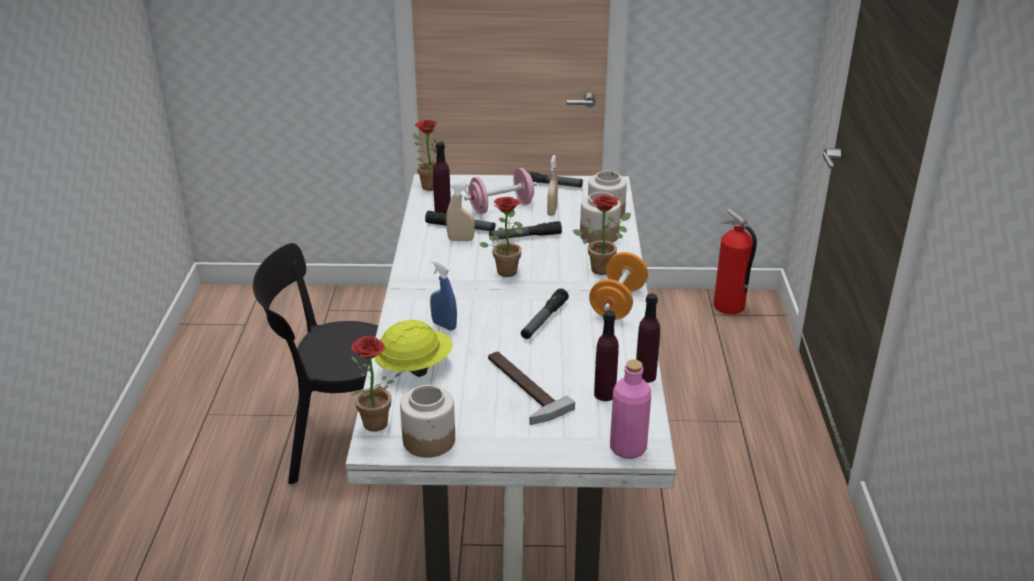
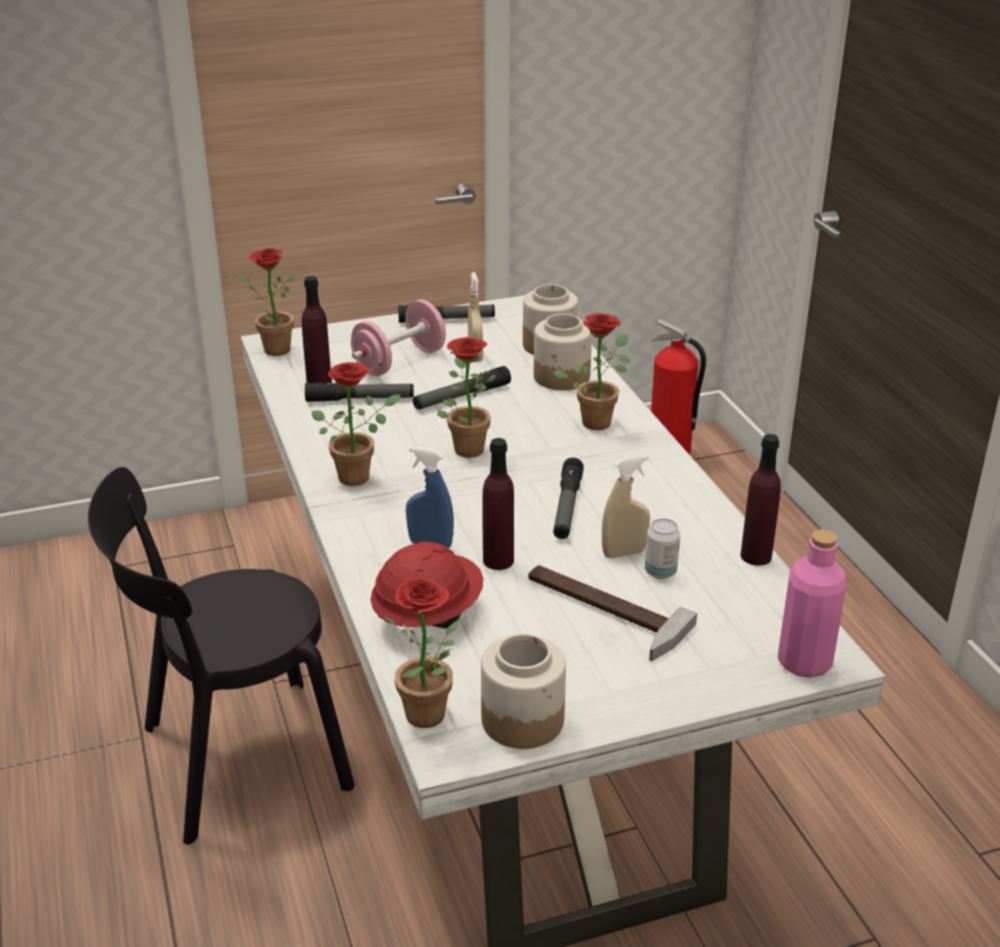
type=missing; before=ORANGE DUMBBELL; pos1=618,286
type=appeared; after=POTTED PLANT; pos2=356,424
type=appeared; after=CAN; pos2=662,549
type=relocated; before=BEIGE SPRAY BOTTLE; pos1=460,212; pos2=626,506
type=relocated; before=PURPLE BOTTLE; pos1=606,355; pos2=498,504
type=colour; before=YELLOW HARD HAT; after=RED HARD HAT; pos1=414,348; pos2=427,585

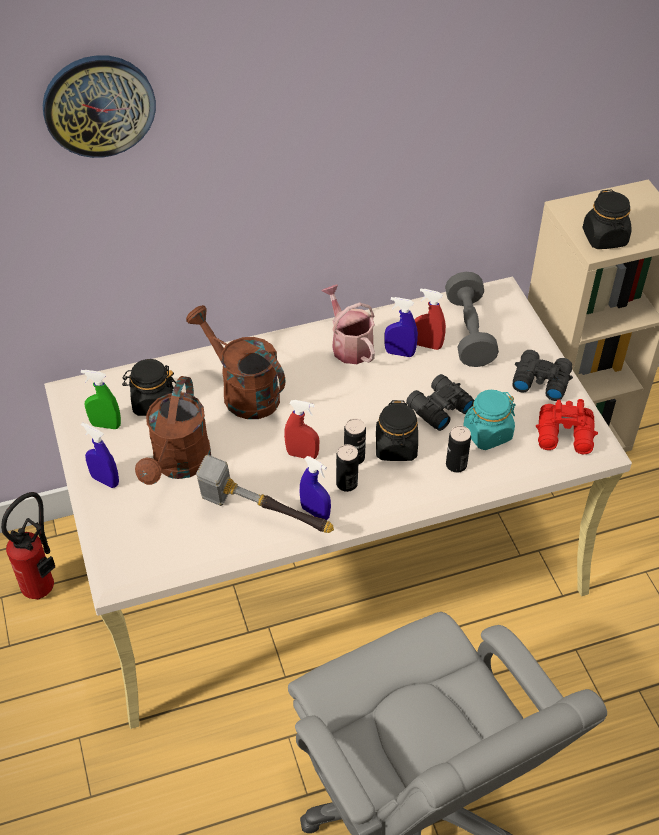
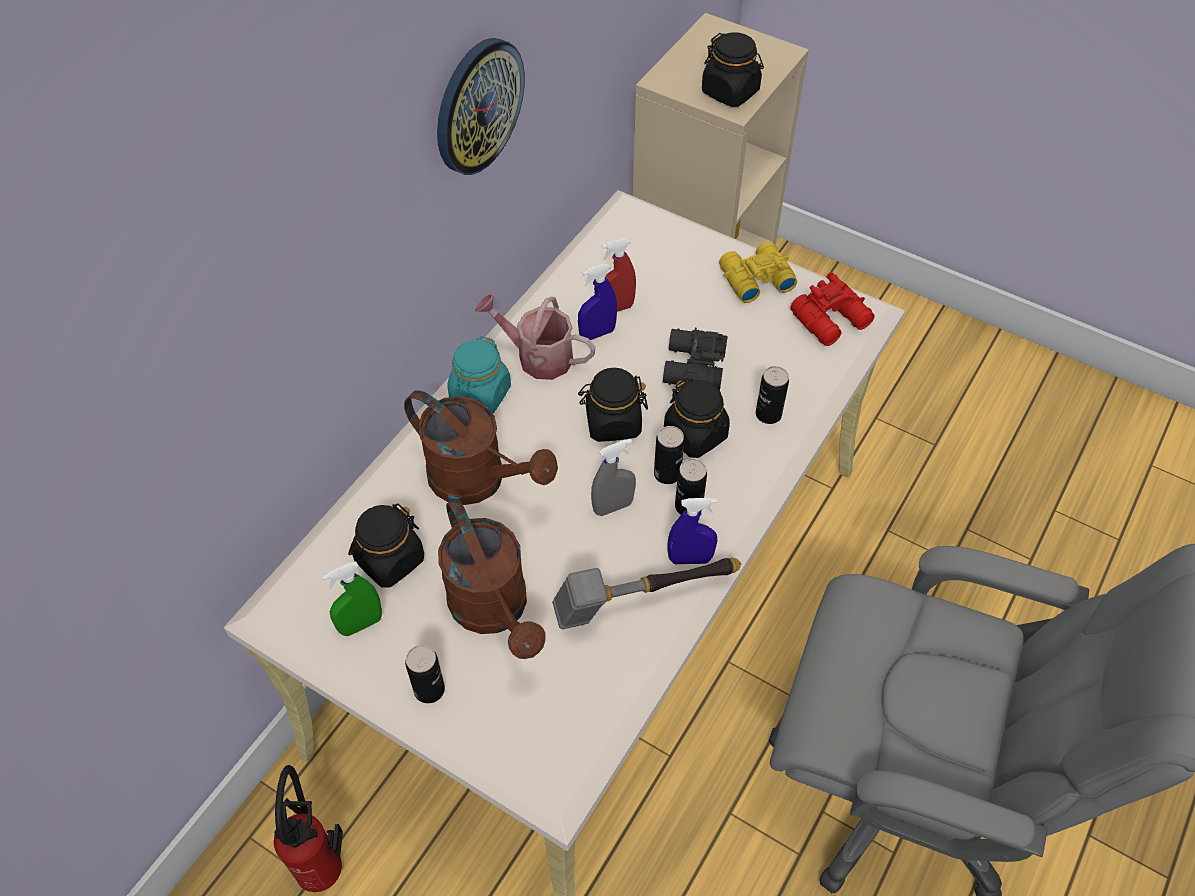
type=missing; before=GREY DUMBBELL; pos1=472,319
type=appeared; after=BLACK JAR; pos2=613,405
type=relocated; before=WALL CLOCK; pos1=99,106; pos2=481,106
type=relocated; before=TURQUOISE JAR; pos1=489,420; pos2=479,375
type=exchanged; before=BLUE SPRAY BOTTLE; after=CAN; pos1=100,455; pos2=425,674
type=colour; before=RED SPRAY BOTTLE; after=GREY SPRAY BOTTLE; pos1=301,429; pos2=613,477
type=colour; before=BLACK BINOCULARS; after=YELLOW BINOCULARS; pos1=542,375; pos2=758,272
type=spun; before=BROWN WATERING CAN; pos1=235,362; pos2=481,447; turn=-150

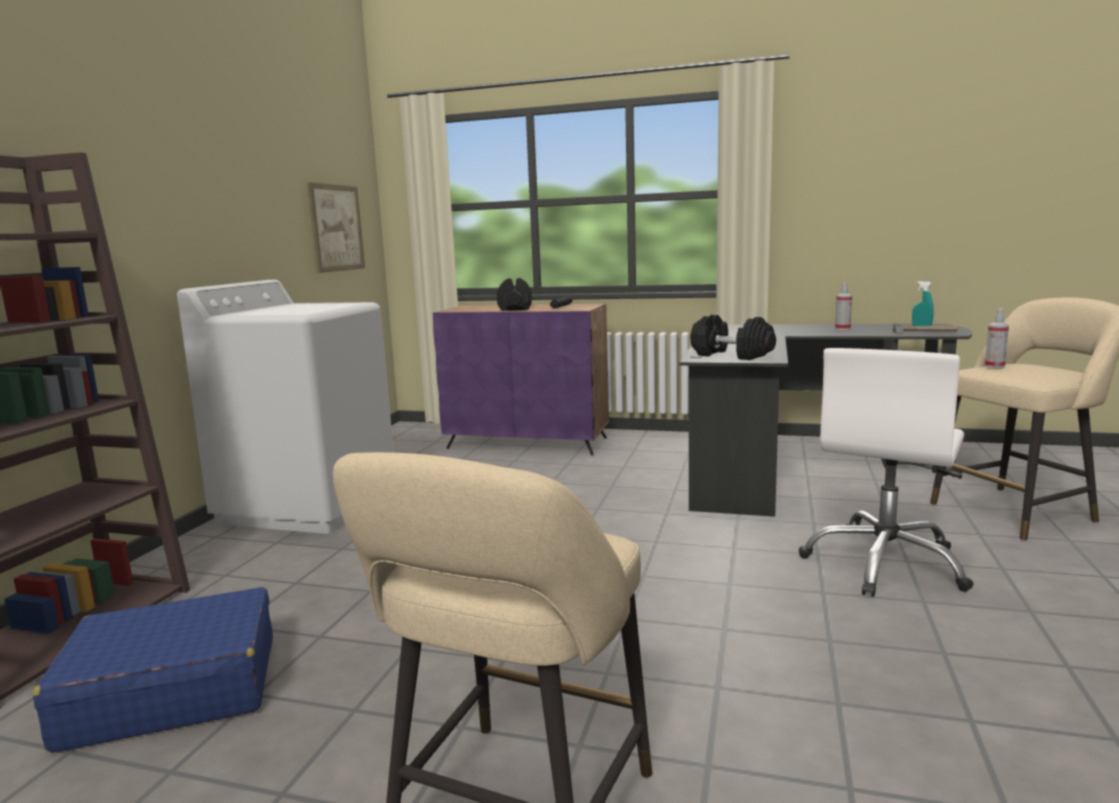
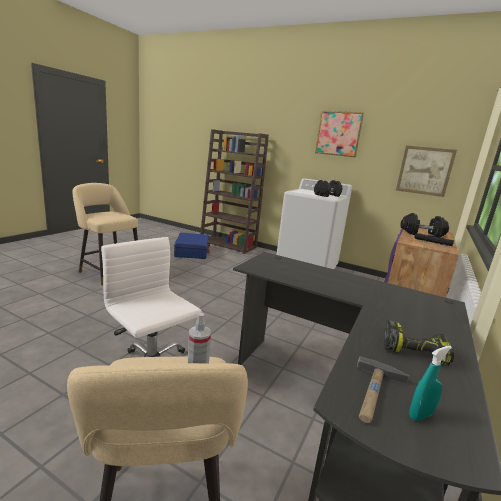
type=appeared; after=PICTURE; pos2=339,133
type=relocated; before=BLACK DUMBBELL; pos1=733,337; pos2=328,188
type=exchanged; before=SPRAY BOTTLE; after=POWER DRILL; pos1=843,306; pos2=419,343

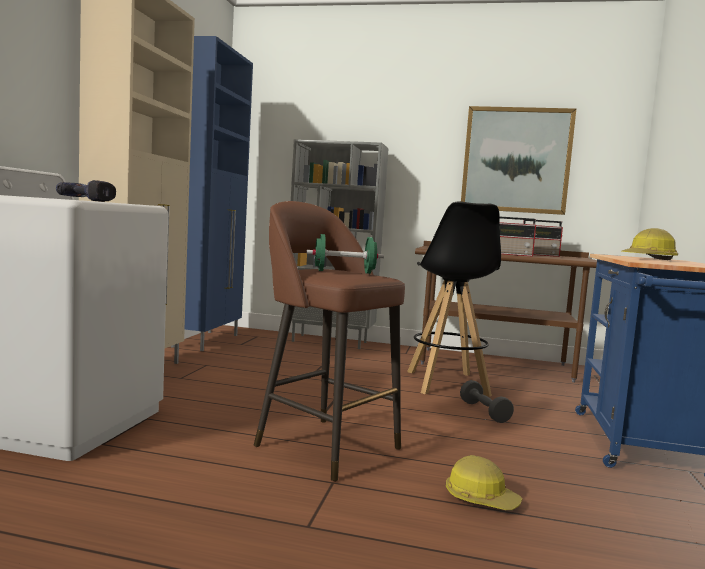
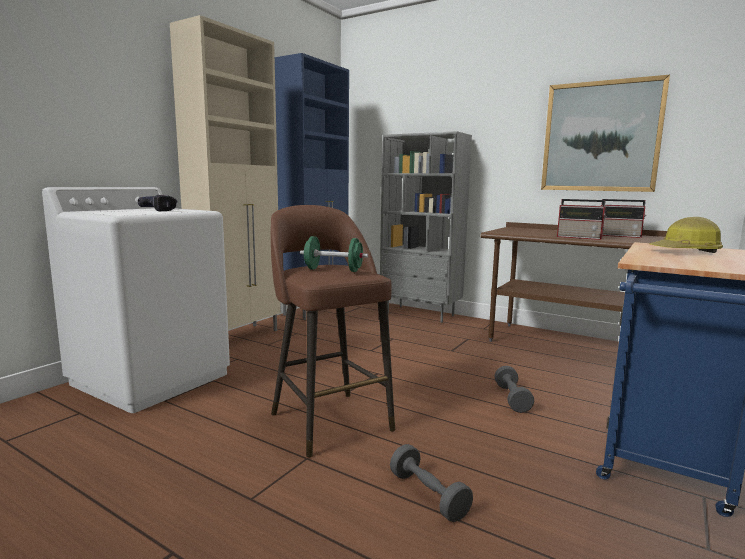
type=missing; before=BLACK STOOL; pos1=454,299
type=exchanged; before=HARD HAT; after=GREY DUMBBELL; pos1=484,482; pos2=431,483

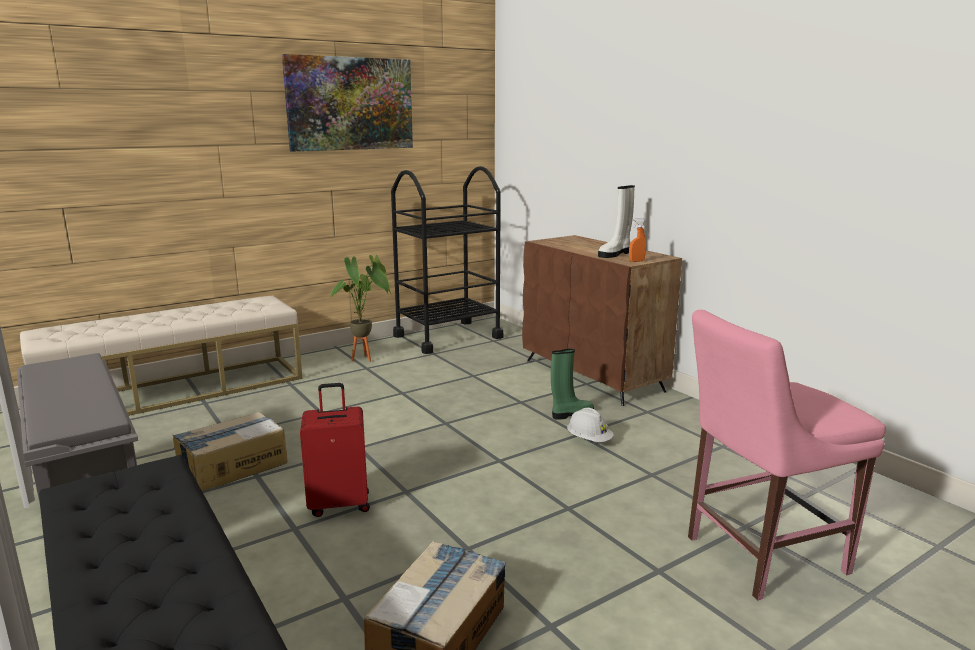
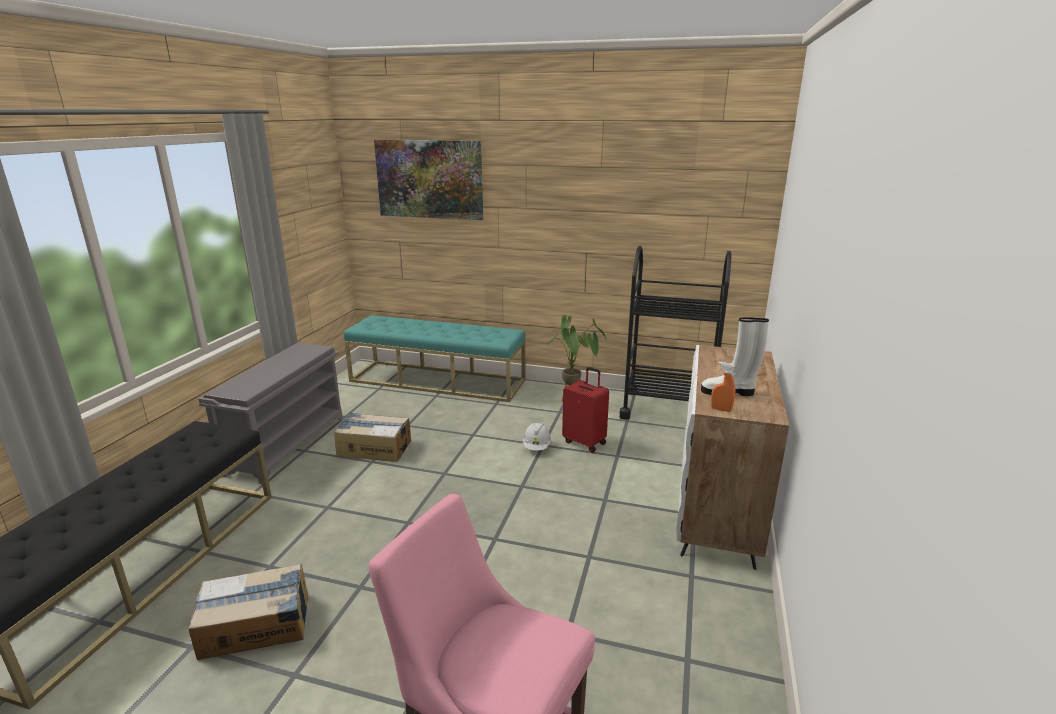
type=missing; before=GREEN BOOT; pos1=572,384
type=relocated; before=PICTURE; pos1=347,103; pos2=428,179
type=relocated; before=RED SUITCASE; pos1=335,450; pos2=585,410
type=relocated; before=WHITE HARD HAT; pos1=590,425; pos2=537,437
type=colour; before=BEIGE BENCH; after=TURQUOISE BENCH; pos1=161,356; pos2=434,358
type=colour; before=BROWN CABINET; after=WHITE CABINET; pos1=602,320; pos2=732,457

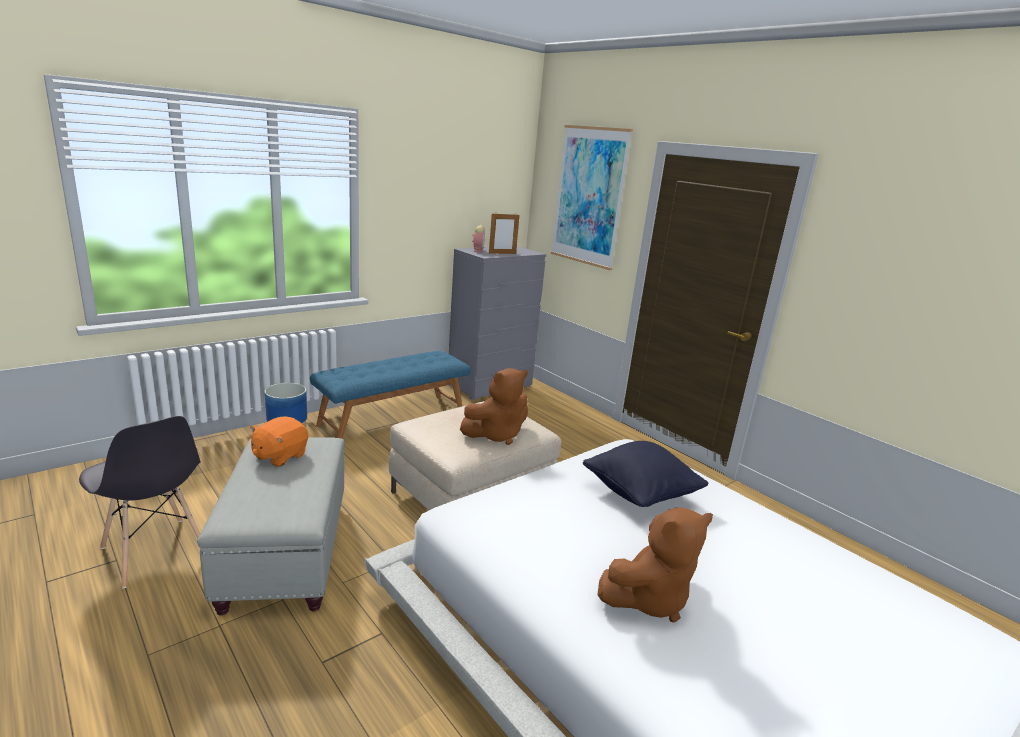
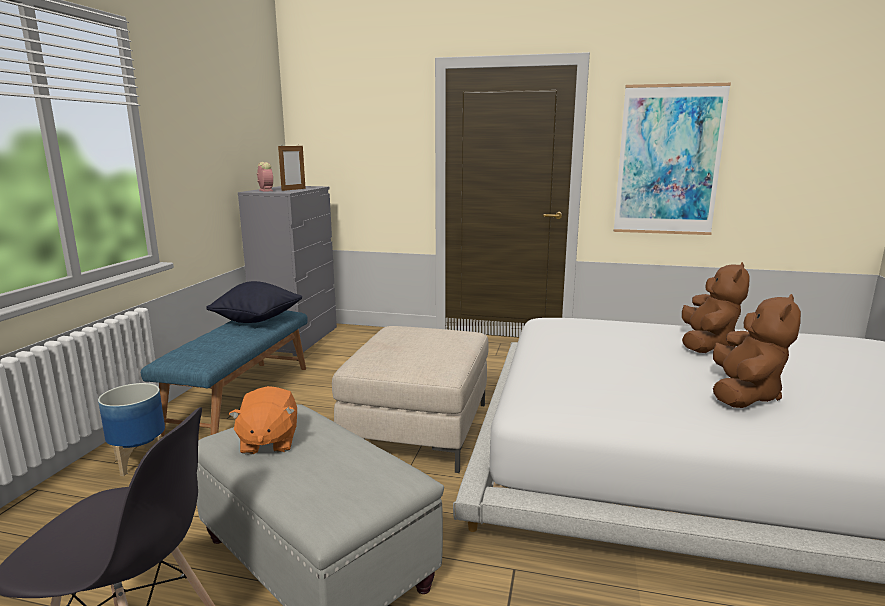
type=relocated; before=BROWN PLUSH TOY; pos1=494,406; pos2=716,307
type=relocated; before=PICTURE; pos1=592,197; pos2=672,159
type=relocated; before=BLACK PILLOW; pos1=646,474; pos2=254,302

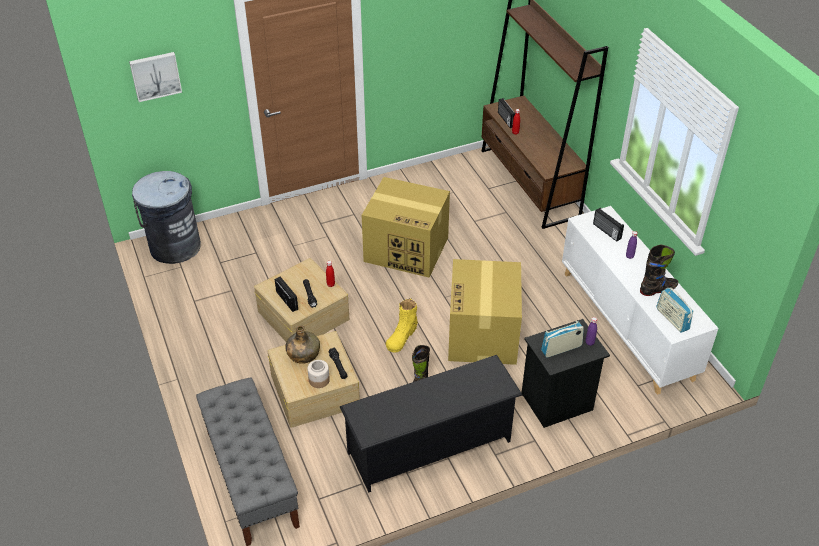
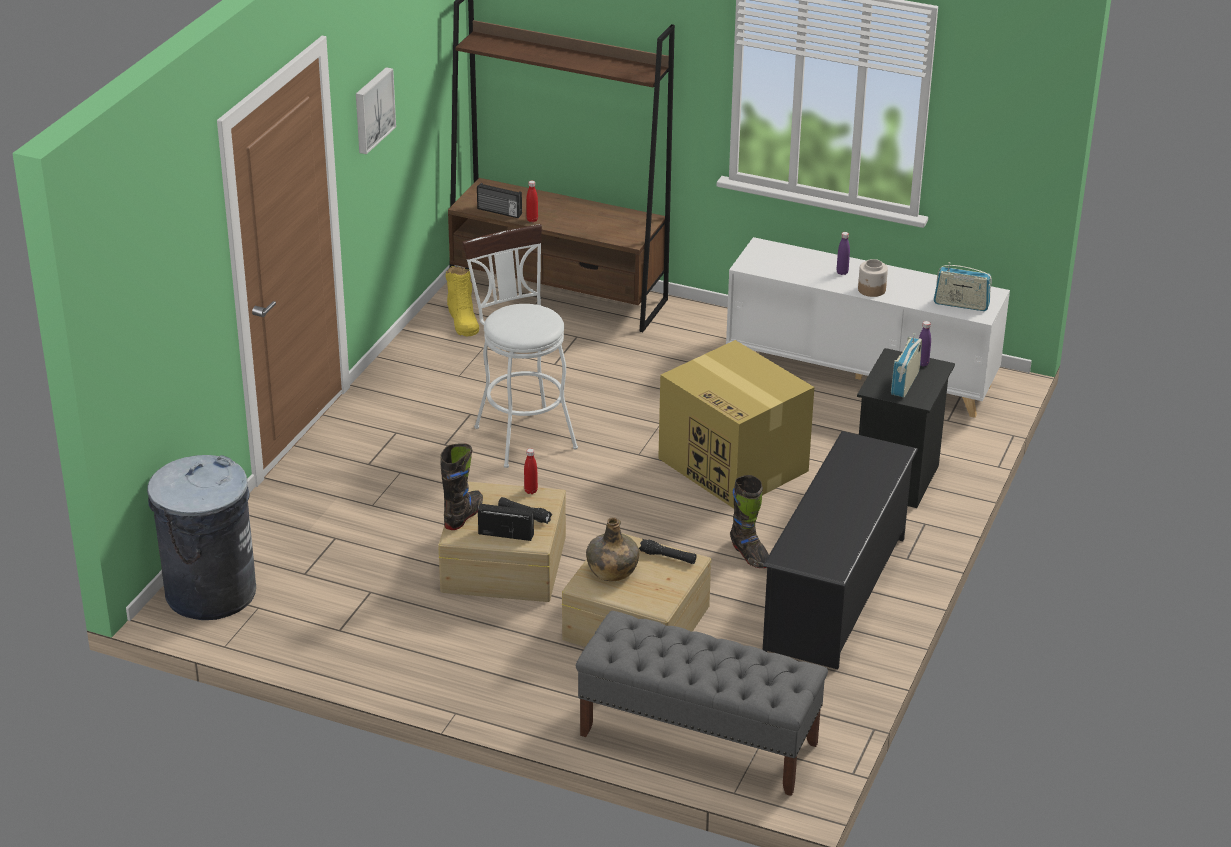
type=missing; before=RADIO; pos1=608,224
type=relocated; before=PICTURE; pos1=155,77; pos2=376,110
type=relocated; before=JAR; pos1=318,374; pos2=873,278
type=relocated; before=YELLOW BOOT; pos1=402,325; pos2=462,301
type=relocated; before=BLACK BOOT; pos1=659,270; pos2=461,486
type=exchanged; before=CARDBOARD BOX; after=WHITE STOOL; pos1=406,227; pos2=520,346

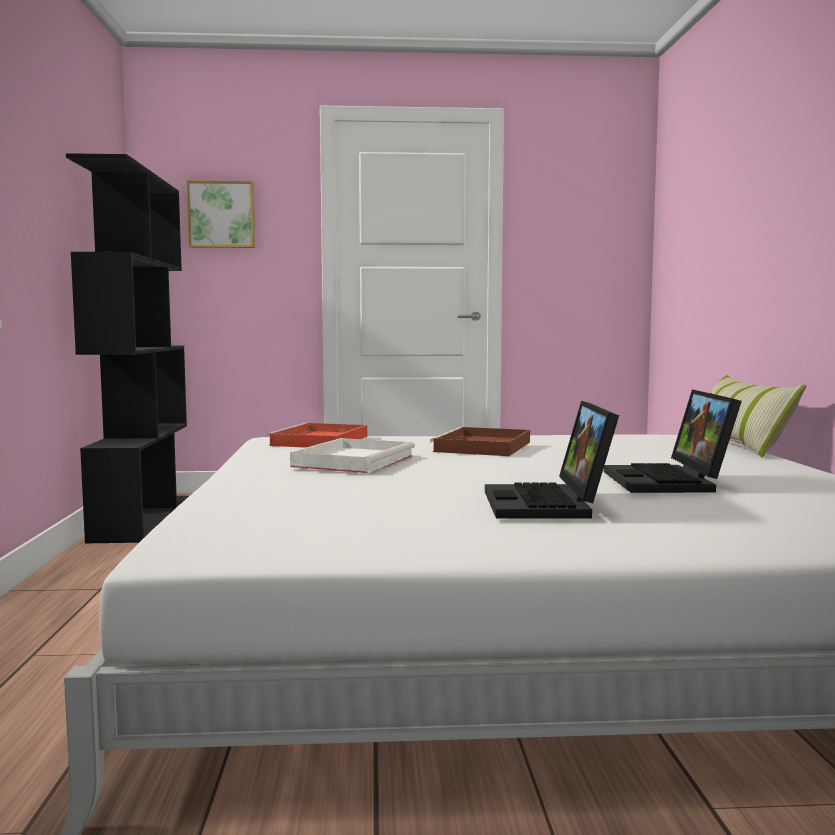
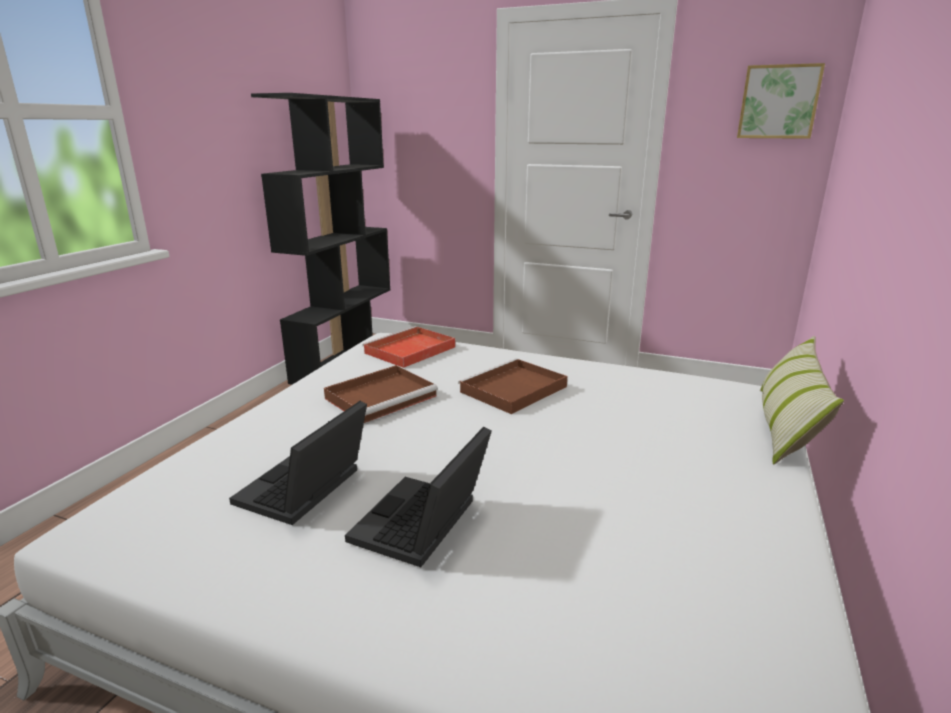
type=relocated; before=PICTURE; pos1=221,214; pos2=781,101
type=relocated; before=LAPTOP; pos1=673,441; pos2=298,463
type=colour; before=WHITE TRAY; after=BROWN TRAY; pos1=352,455; pos2=381,394

